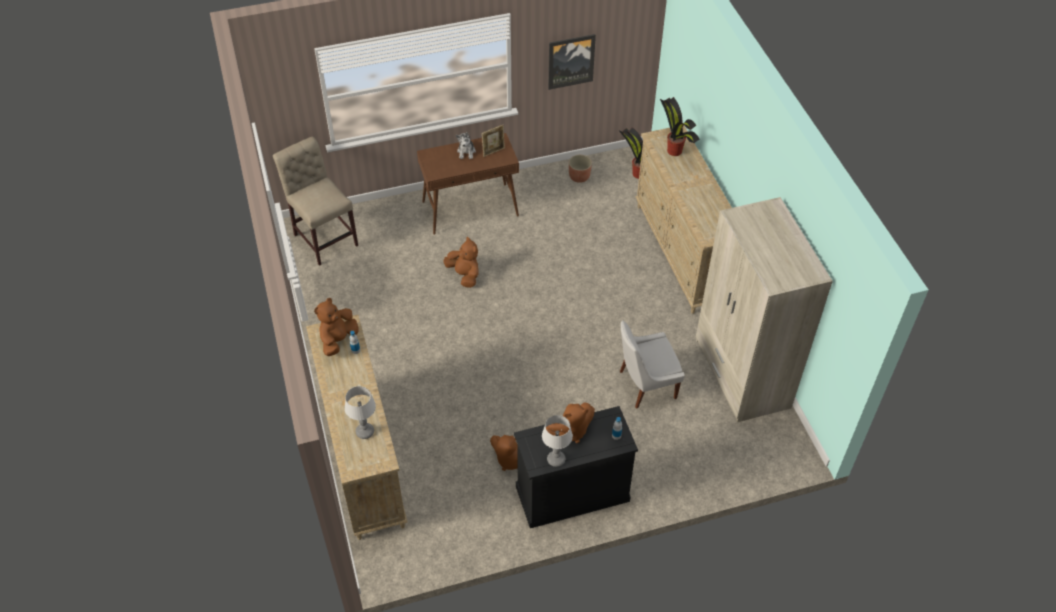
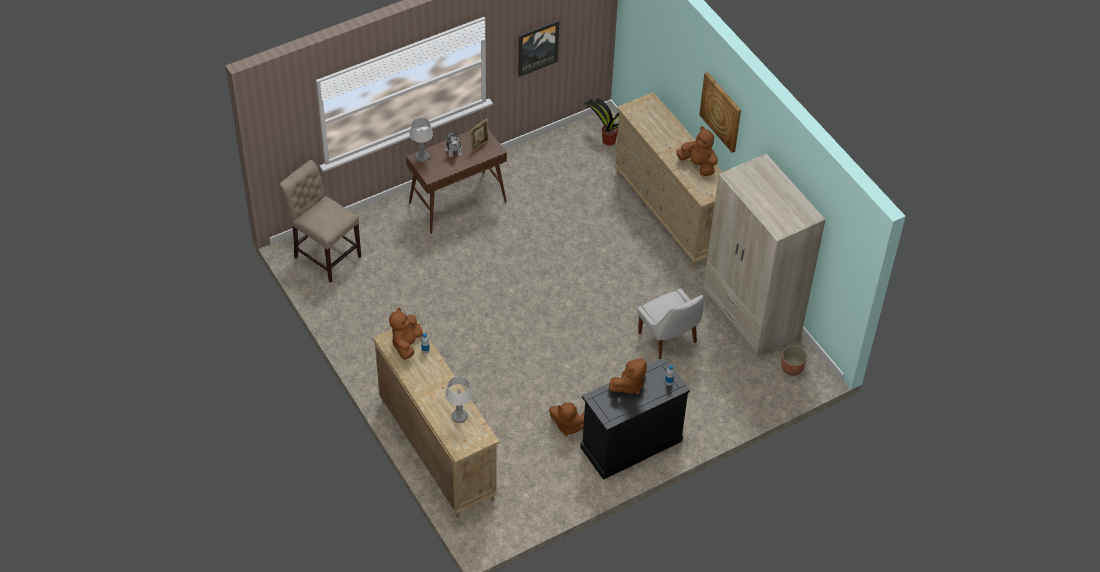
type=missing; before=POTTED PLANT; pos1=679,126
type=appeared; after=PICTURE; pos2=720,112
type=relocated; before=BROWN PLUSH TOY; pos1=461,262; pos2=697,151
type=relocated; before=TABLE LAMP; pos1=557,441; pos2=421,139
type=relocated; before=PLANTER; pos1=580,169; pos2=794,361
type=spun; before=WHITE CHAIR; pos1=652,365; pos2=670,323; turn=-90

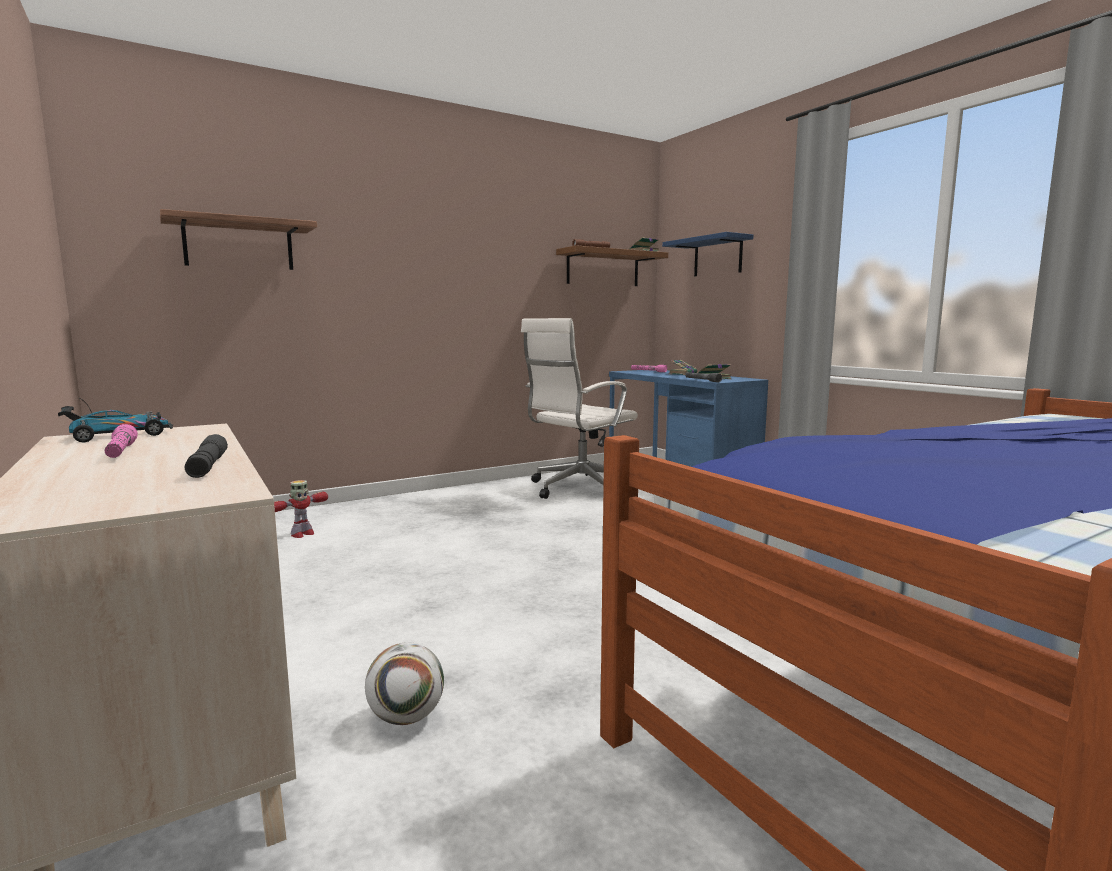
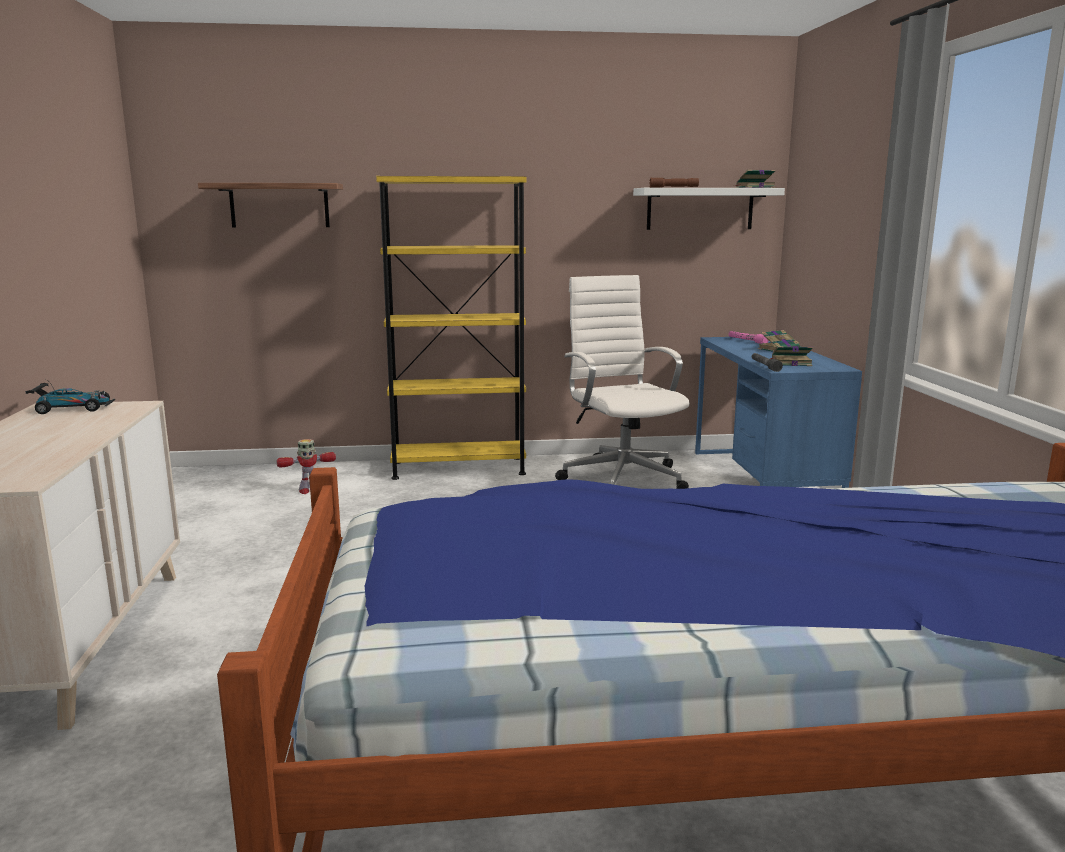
type=missing; before=PINK FLASHLIGHT; pos1=121,441
type=missing; before=GREY FLASHLIGHT; pos1=206,456
type=missing; before=FOOTBALL; pos1=404,683
type=missing; before=BLUE SHELF; pos1=707,254
type=appeared; after=YELLOW BOOKCASE; pos2=451,328
type=colour; before=BROWN SHELF; after=WHITE SHELF; pos1=612,265; pos2=709,209
type=spun; before=WHITE OFFICE CHAIR; pos1=579,408; pos2=622,382; turn=90

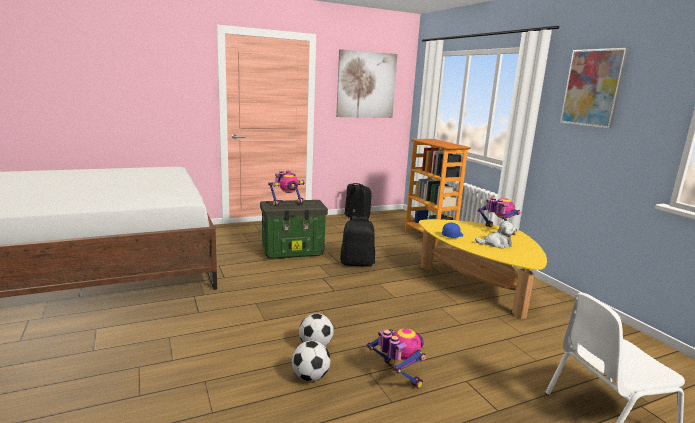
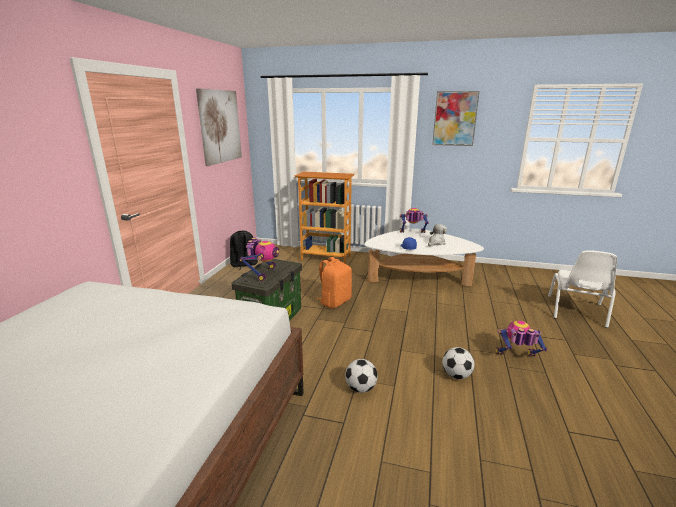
type=relocated; before=FOOTBALL; pos1=311,361; pos2=361,376
type=colour; before=BLACK BACKPACK; after=ORANGE BACKPACK; pos1=357,241; pos2=334,282
type=colour; before=YELLOW COFFEE TABLE; after=WHITE COFFEE TABLE; pos1=483,269; pos2=424,257

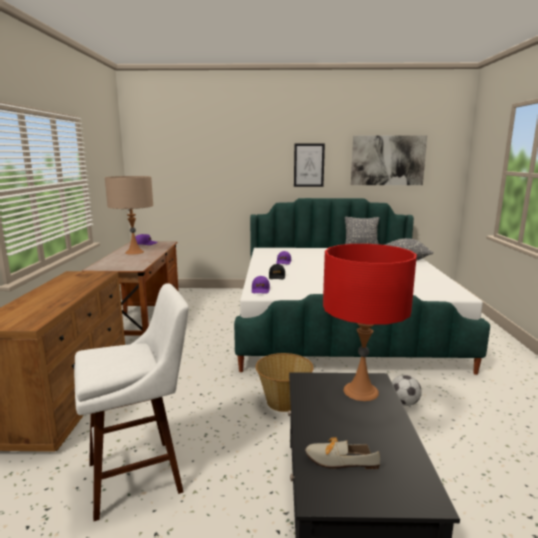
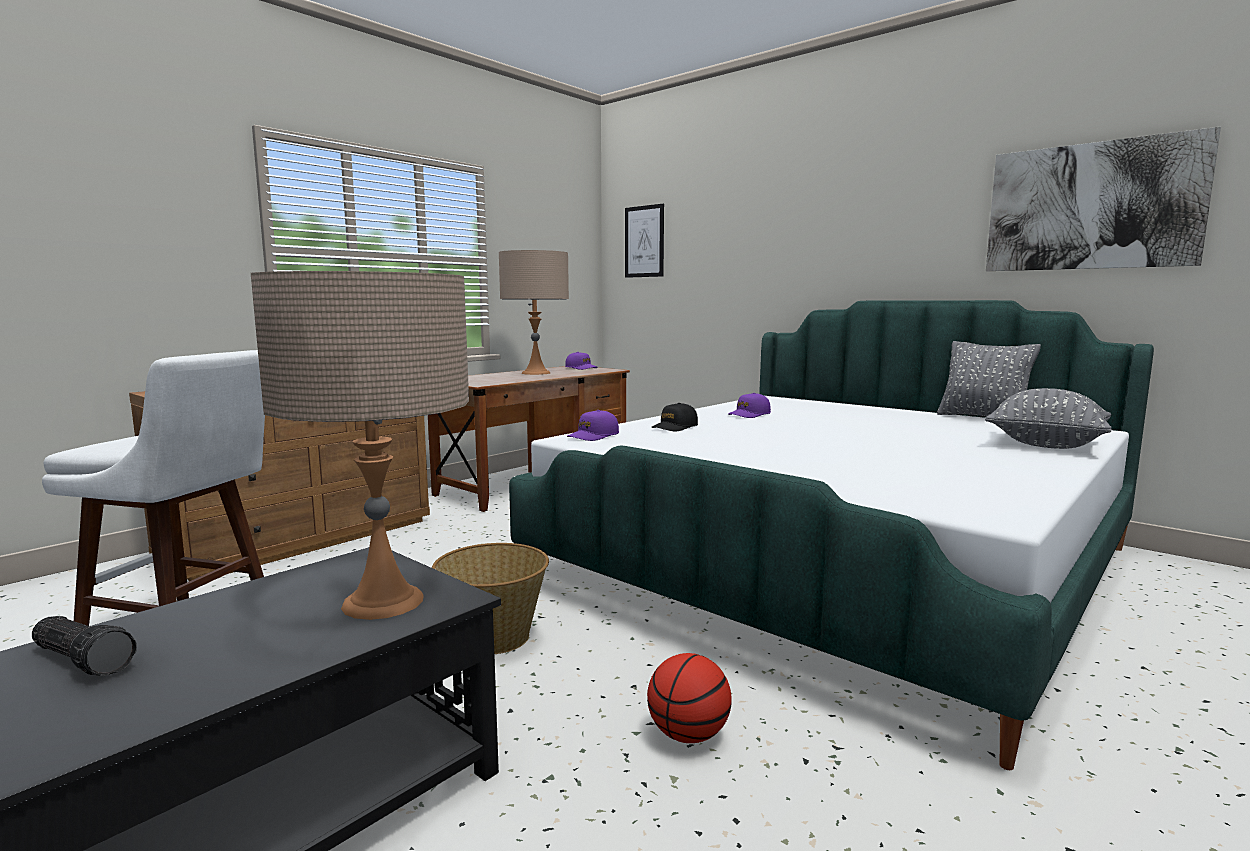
type=relocated; before=PICTURE; pos1=309,165; pos2=644,241
type=exchanged; before=SHOE; after=FLASHLIGHT; pos1=342,453; pos2=84,646
type=exchanged; before=FOOTBALL; after=BASKETBALL; pos1=407,390; pos2=689,698
type=colour; before=RED TABLE LAMP; after=BEIGE TABLE LAMP; pos1=370,322; pos2=360,445

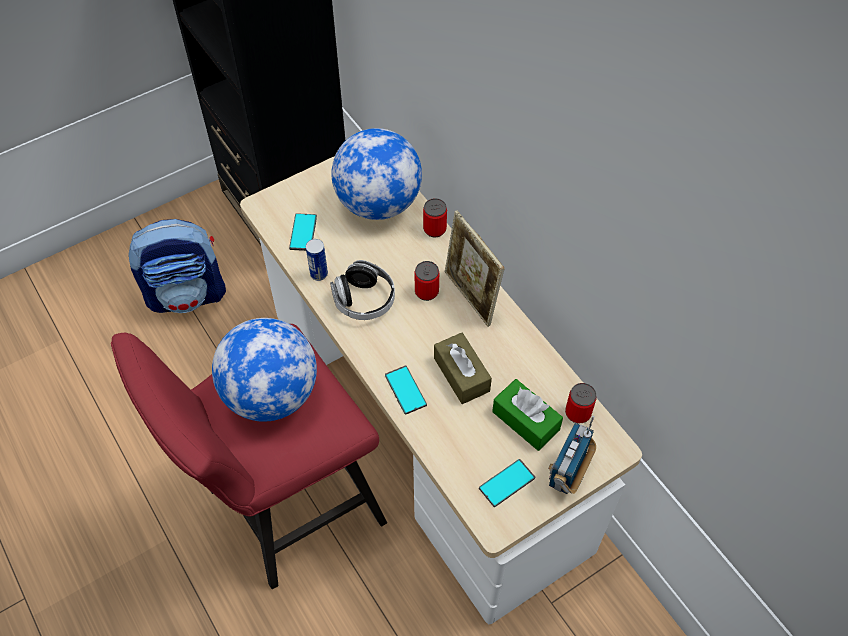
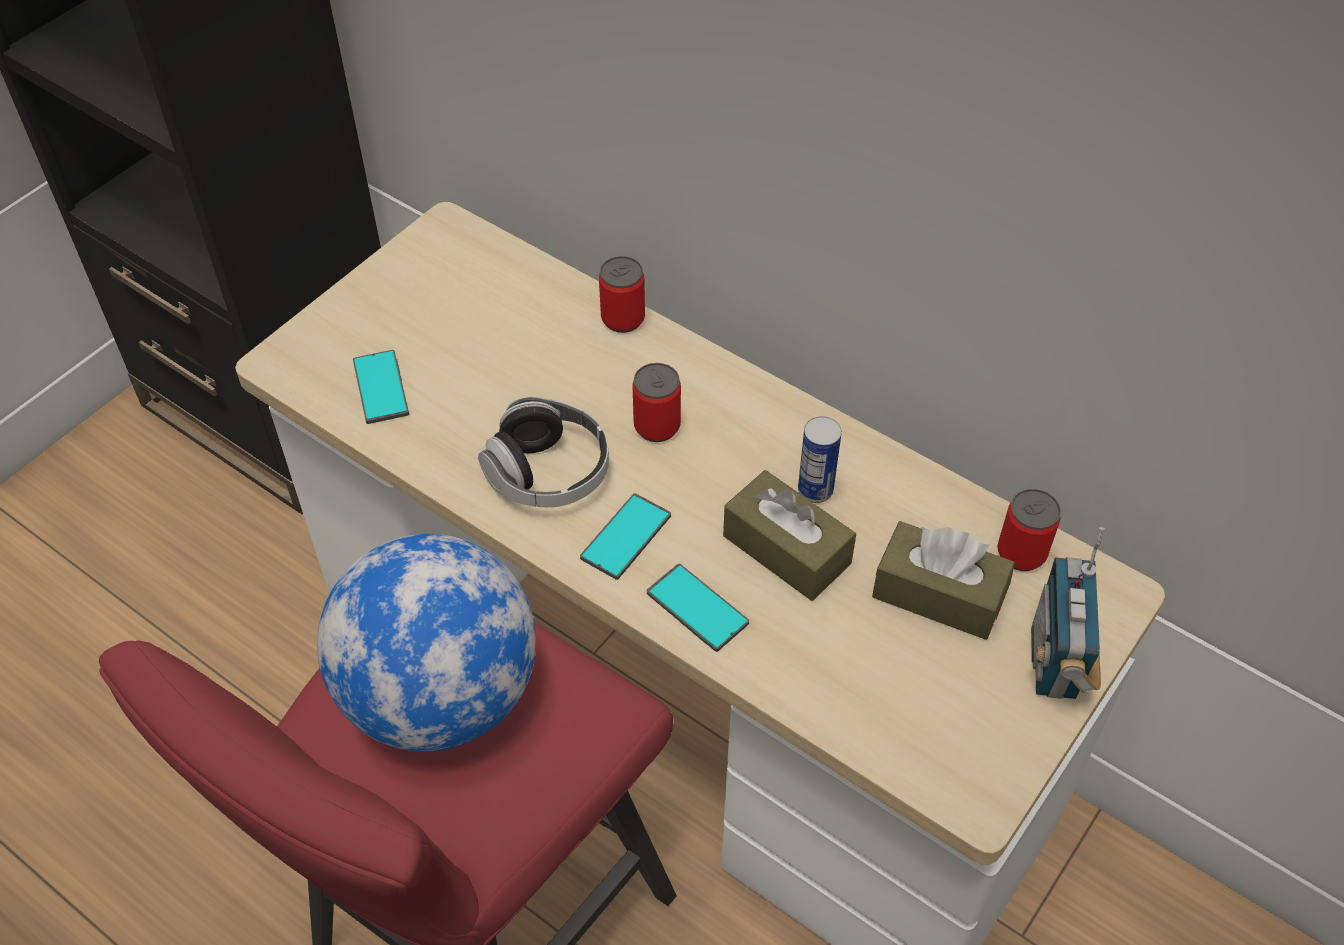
type=missing; before=BACKPACK; pos1=177,266
type=missing; before=GLOBE; pos1=376,174
type=missing; before=PICTURE FRAME; pos1=475,269
type=relocated; before=CAN; pos1=317,260; pos2=820,459
type=relocated; before=PHONE; pos1=507,483; pos2=625,536
type=colour; before=GREEN TISSUE BOX; after=BROWN TISSUE BOX; pos1=527,415; pos2=943,580

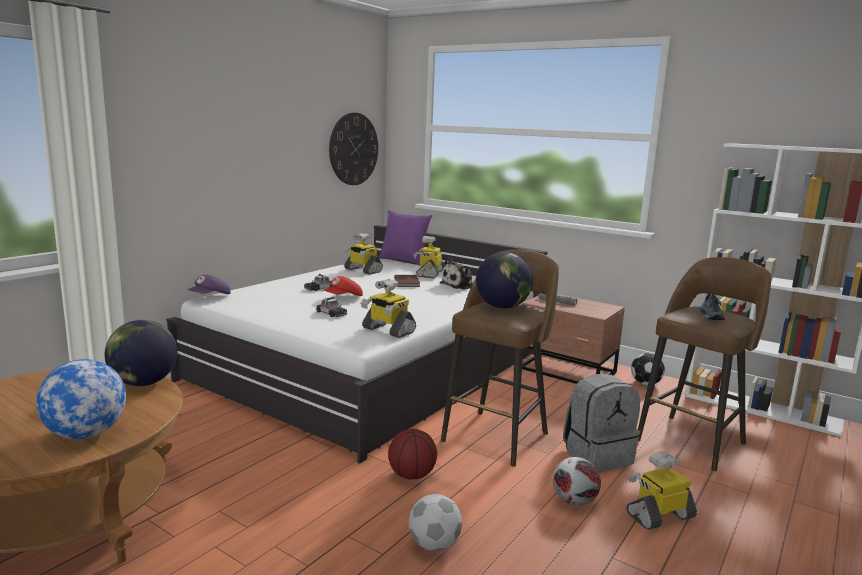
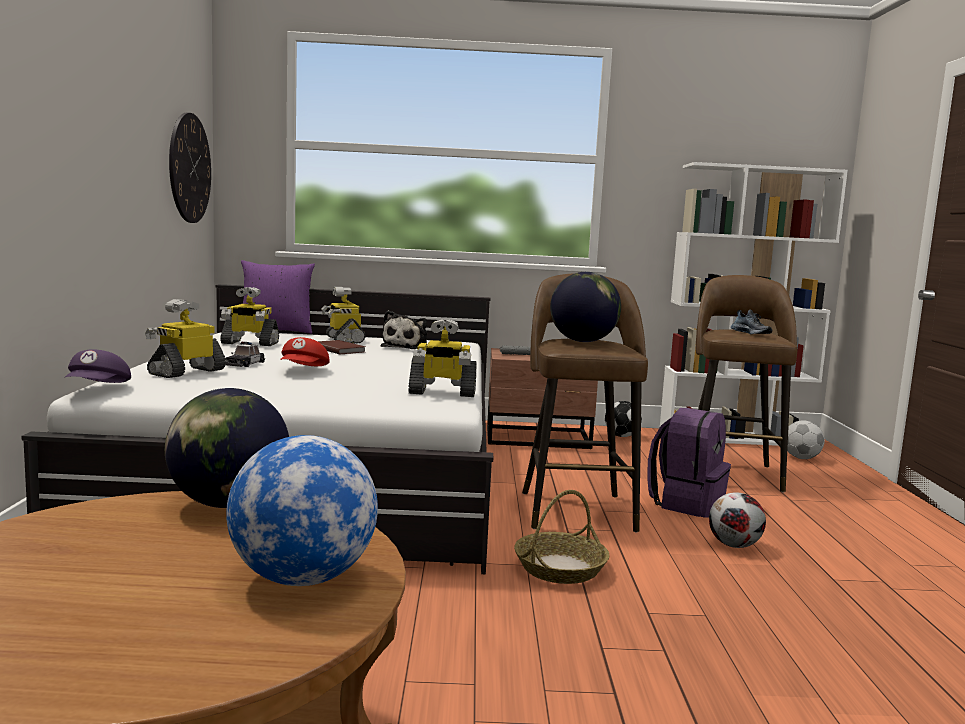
type=missing; before=TOY CAR; pos1=331,307
type=relocated; before=FOOTBALL; pos1=435,522; pos2=806,439
type=relocated; before=TOY ROBOT; pos1=661,490; pos2=185,338
type=exchanged; before=BASKETBALL; after=BASKET; pos1=412,454; pos2=561,537
type=colour; before=GREY BACKPACK; after=PURPLE BACKPACK; pos1=601,423; pos2=689,463

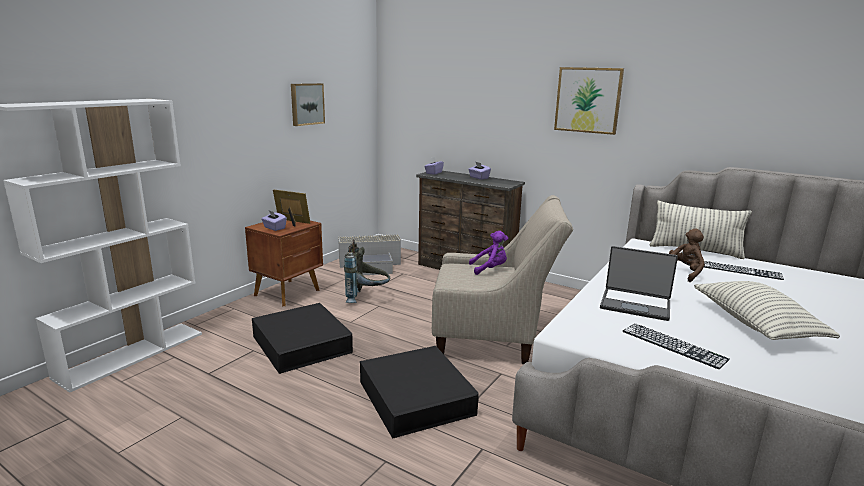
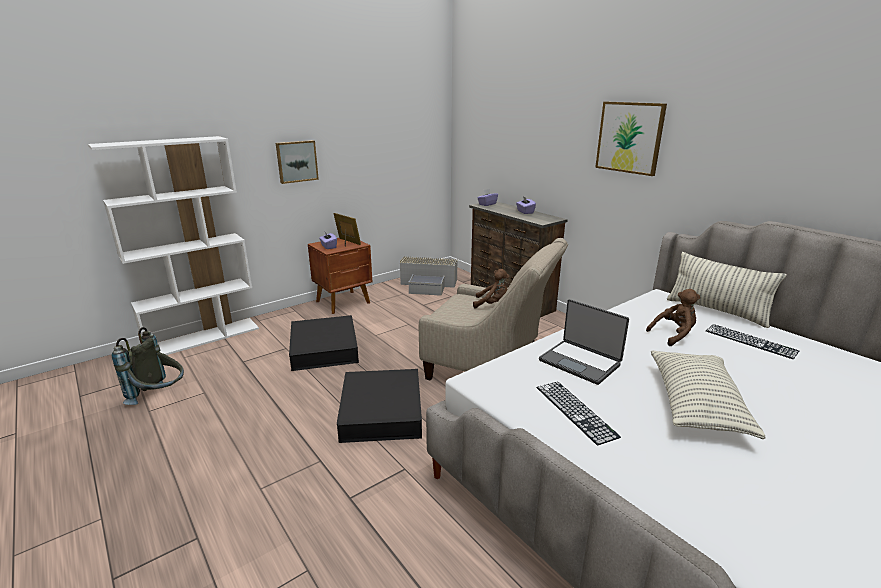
type=relocated; before=PICTURE; pos1=308,104; pos2=297,162
type=relocated; before=GREY BACKPACK; pos1=367,271; pos2=148,366
type=colour; before=PURPLE PLUSH TOY; after=BROWN PLUSH TOY; pos1=488,253; pos2=491,289

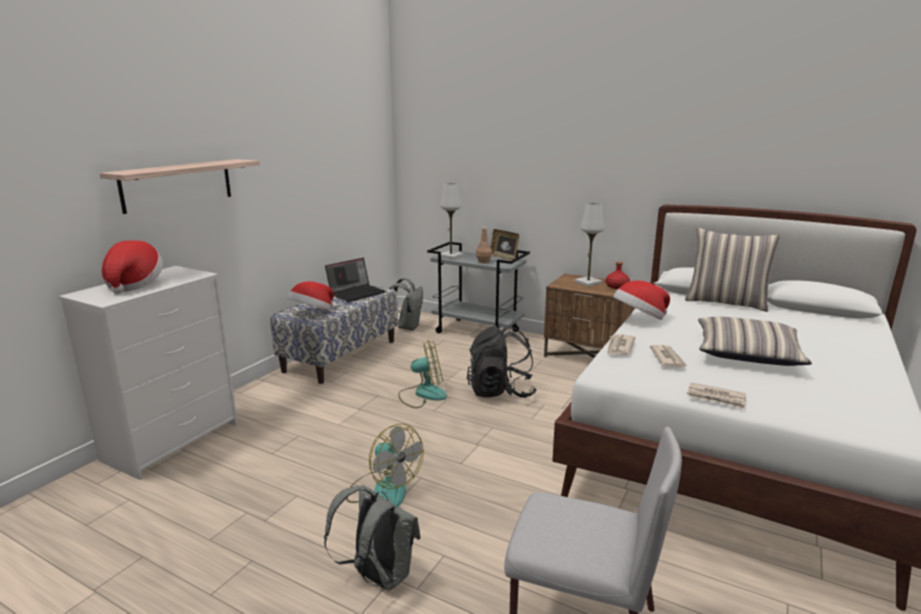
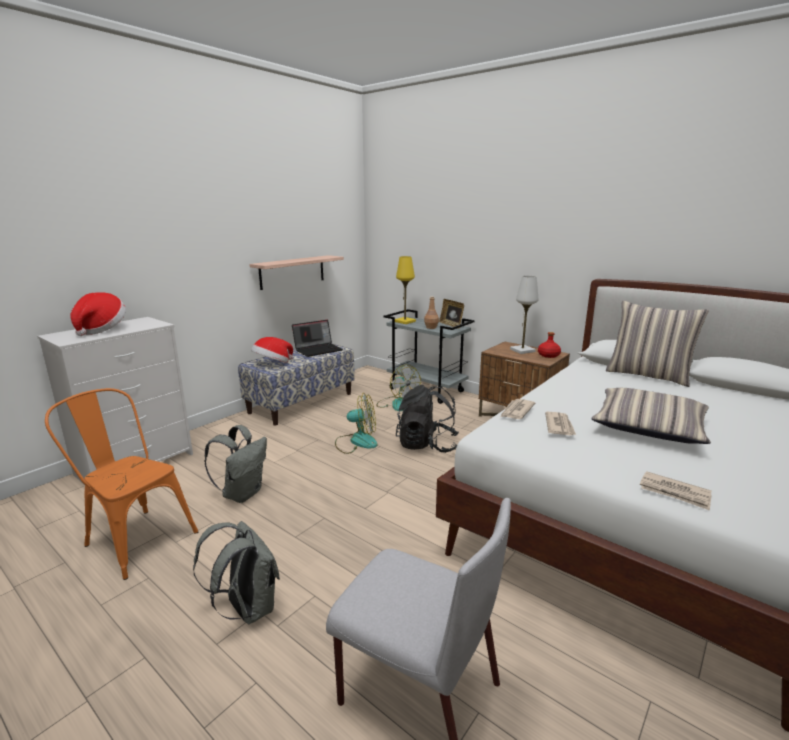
type=missing; before=HAT; pos1=641,300
type=appeared; after=ORANGE CHAIR; pos2=121,484
type=relocated; before=SHELF; pos1=179,186; pos2=296,272
type=relocated; before=FAN; pos1=385,465; pos2=398,388
type=relocated; before=GREY BACKPACK; pos1=406,304; pos2=235,464
type=relocated; before=NEWSPAPER; pos1=716,395; pos2=676,491
type=colour; before=WHITE TABLE LAMP; after=YELLOW TABLE LAMP; pos1=451,221; pos2=405,290

